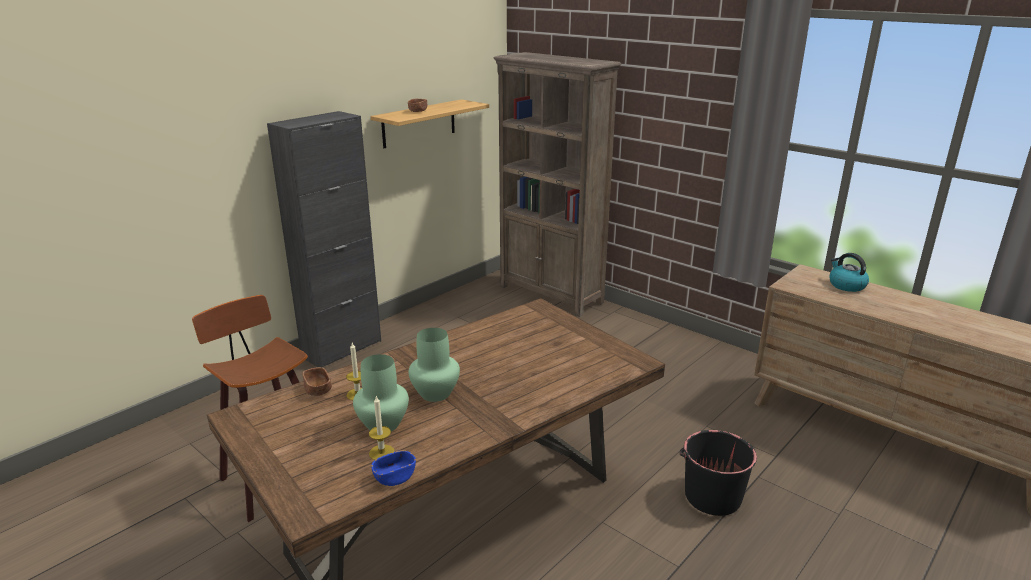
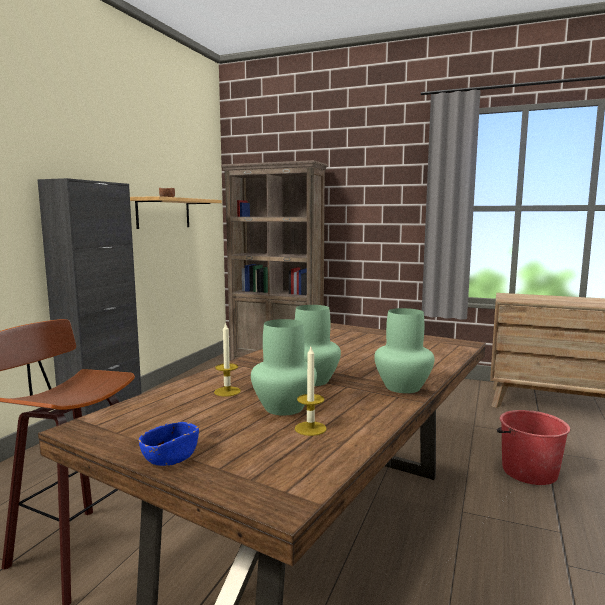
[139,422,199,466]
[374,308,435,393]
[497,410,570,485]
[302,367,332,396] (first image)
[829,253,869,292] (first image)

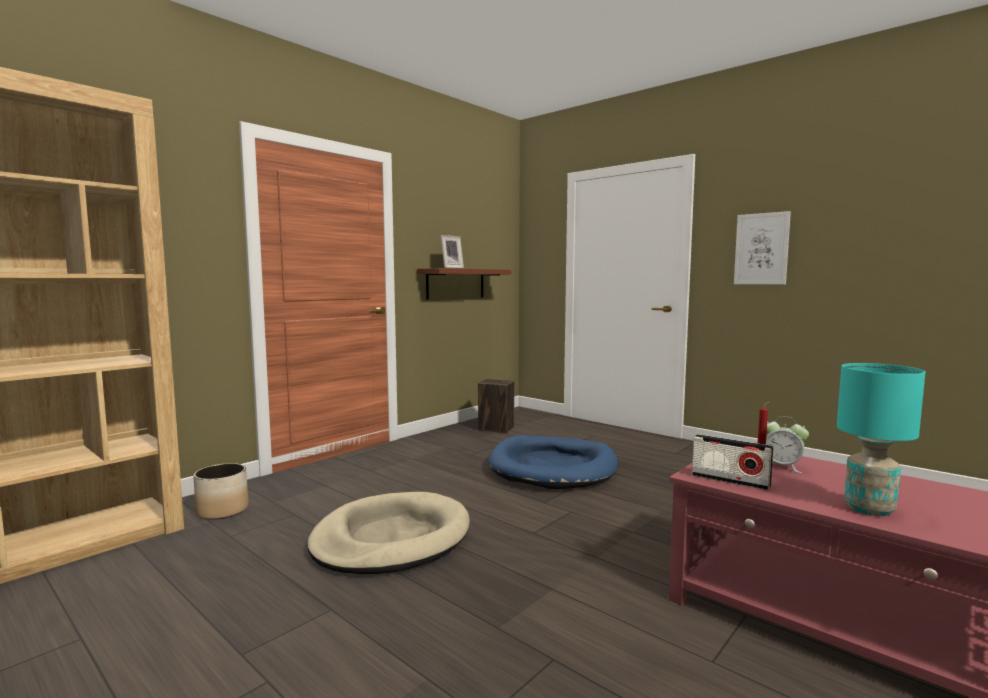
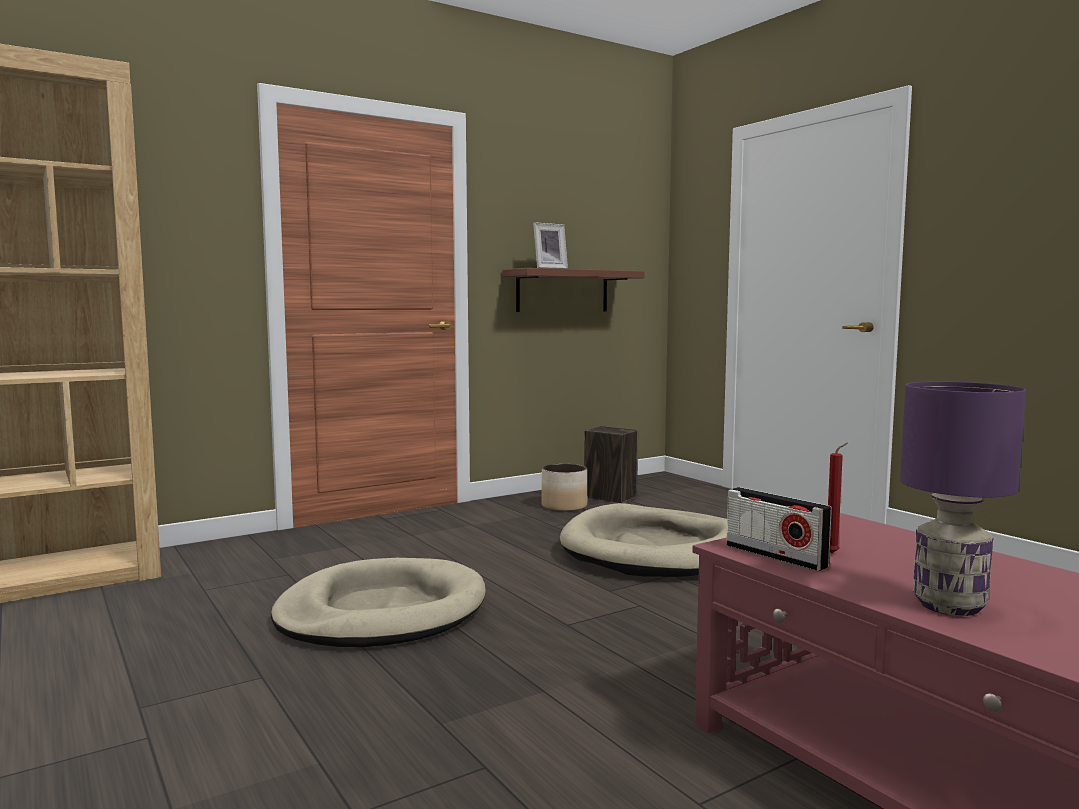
[541,463,587,512]
[560,503,727,577]
[900,382,1026,616]
[734,211,791,285] (first image)
[766,416,809,473] (first image)

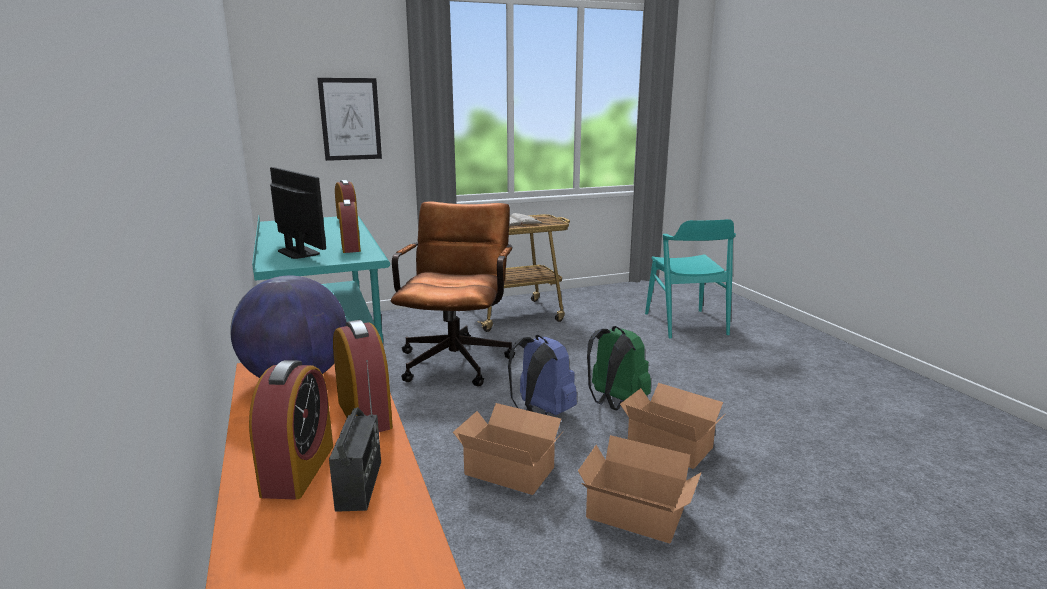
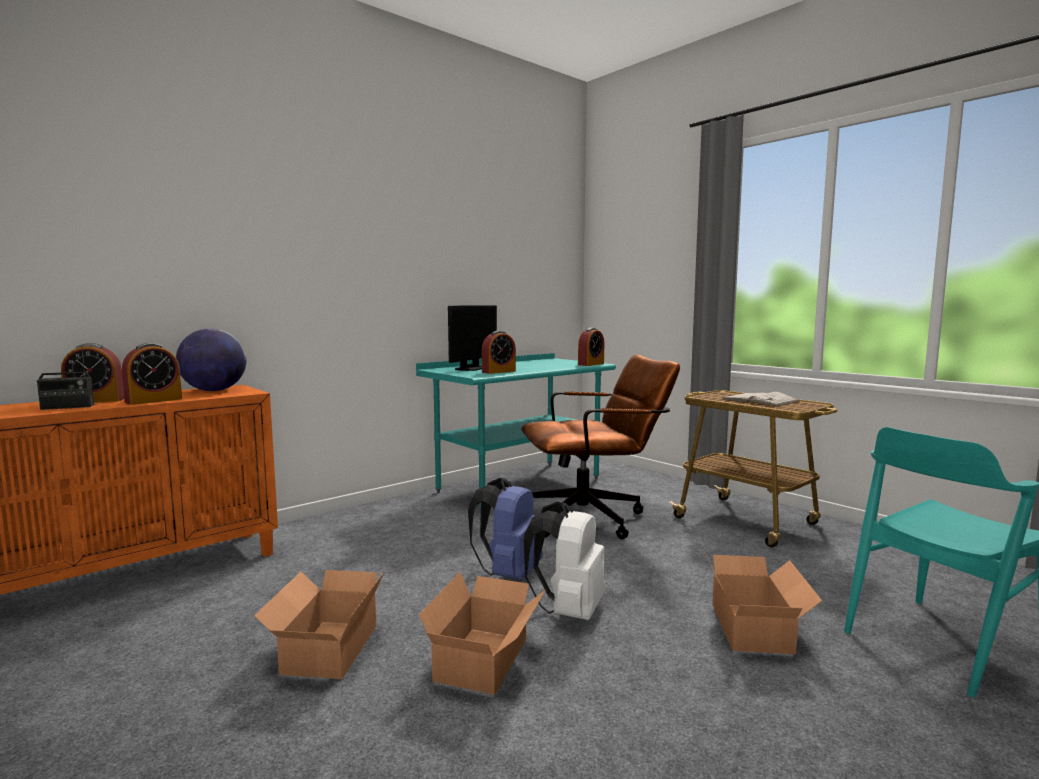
[524,502,606,620]
[705,554,822,654]
[317,78,382,161] (first image)

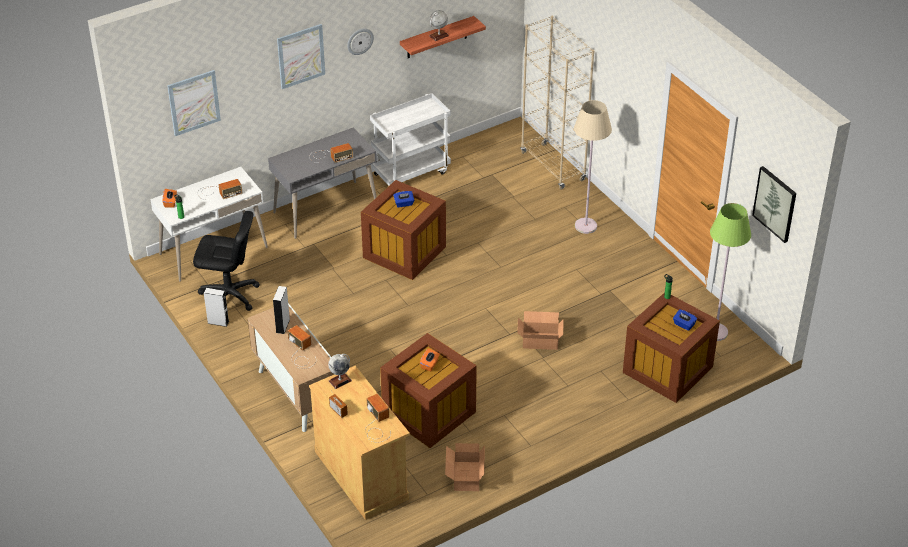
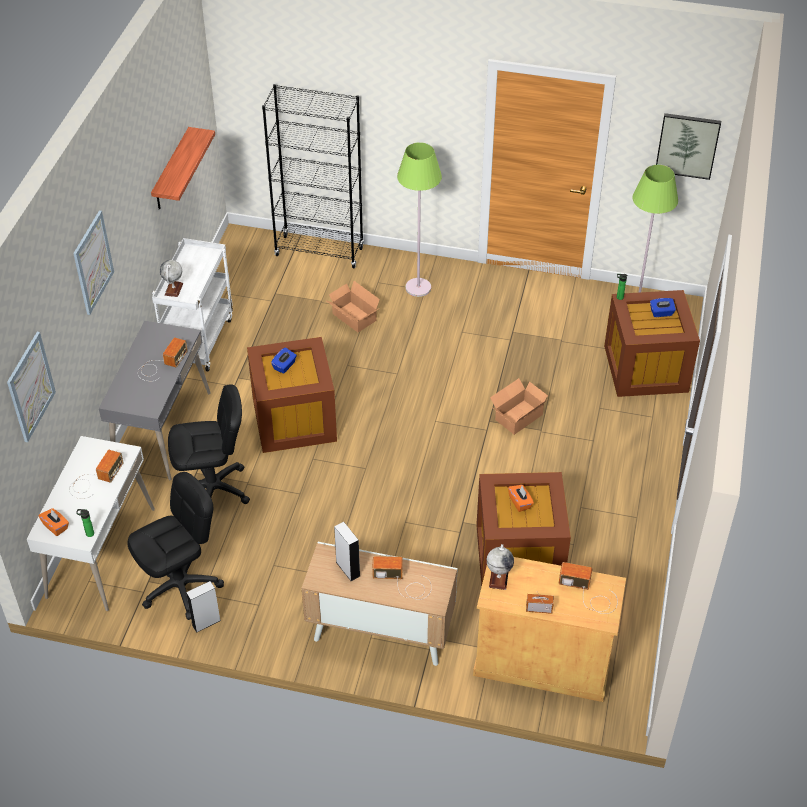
[160,260,183,297]
[168,384,250,504]
[262,84,364,268]
[325,281,380,332]
[397,142,442,297]
[347,28,374,55] (first image)

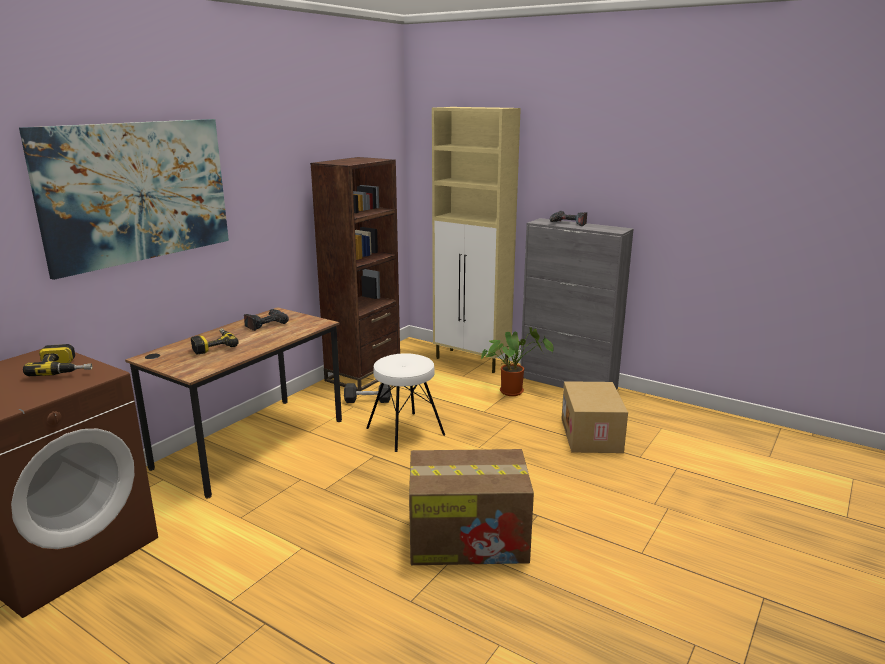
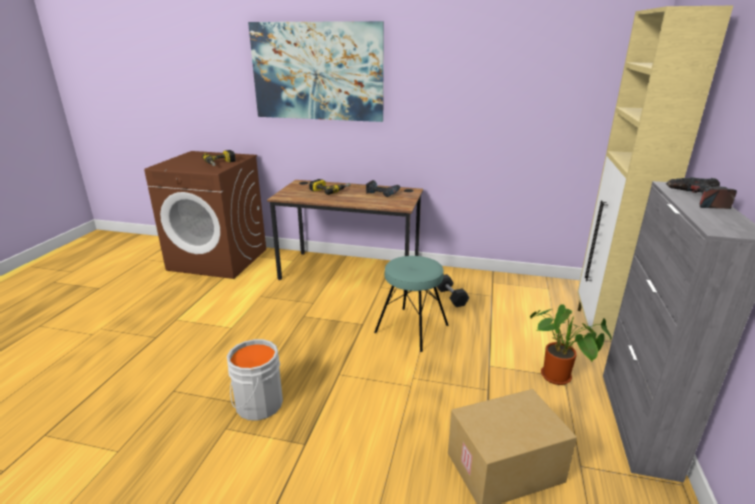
[227,339,283,421]
[374,256,449,352]
[310,157,400,391] (first image)

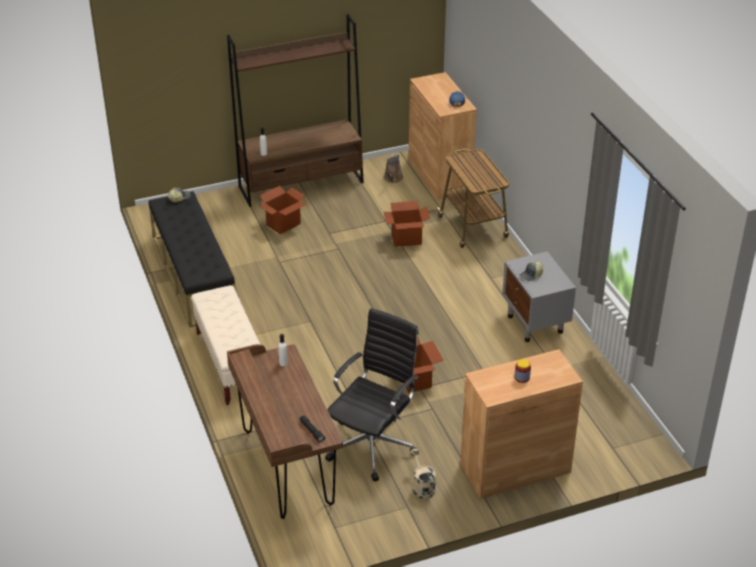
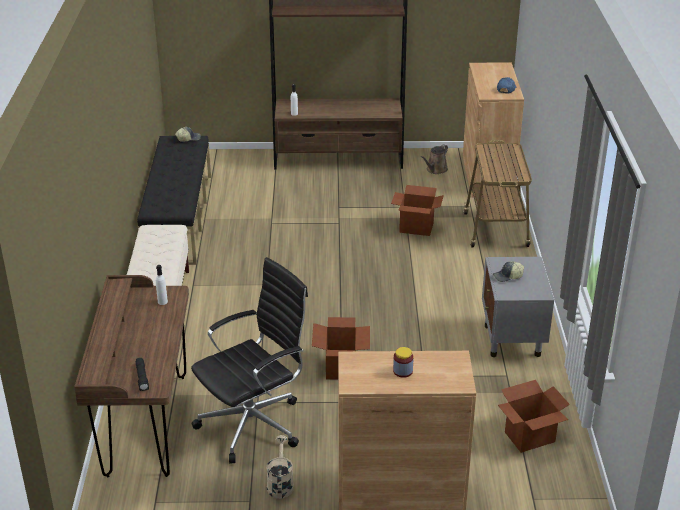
[498,380,570,453]

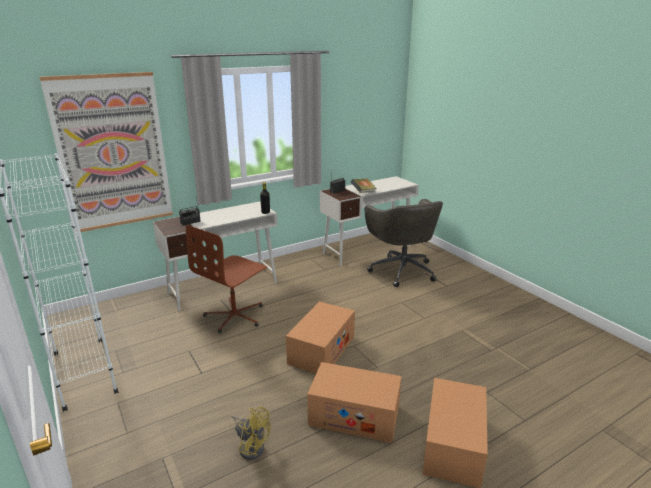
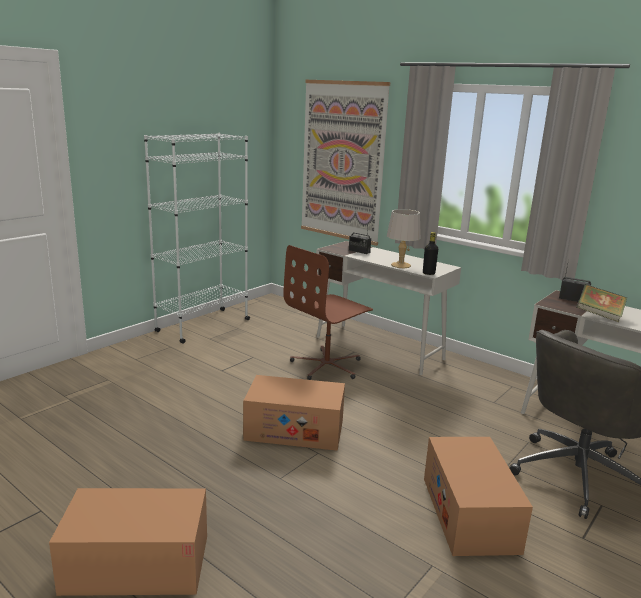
[283,245,373,380]
[387,209,421,268]
[424,437,533,556]
[231,407,271,460] (first image)

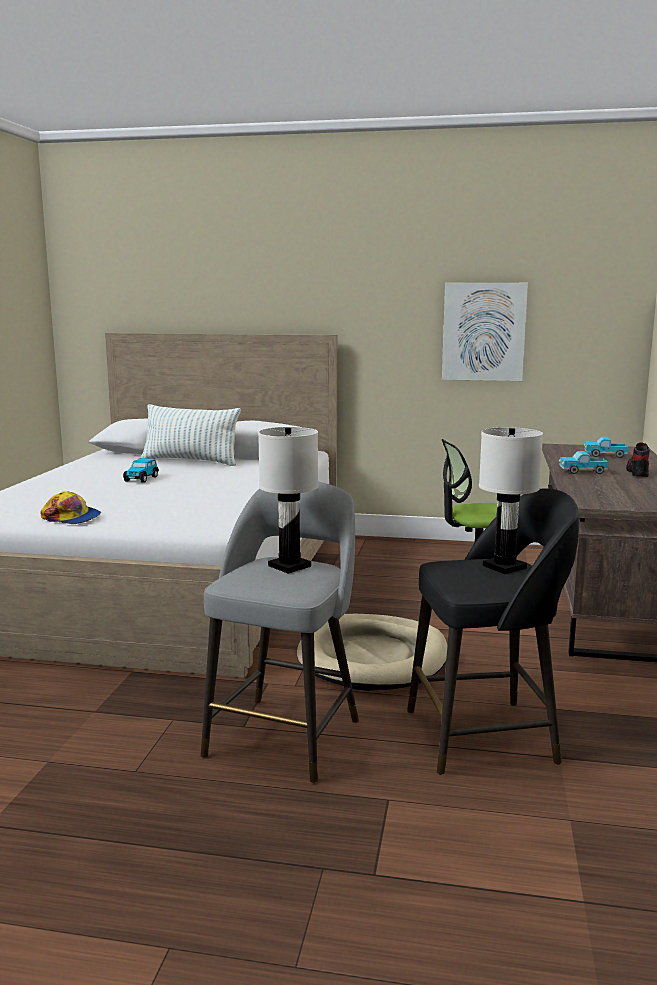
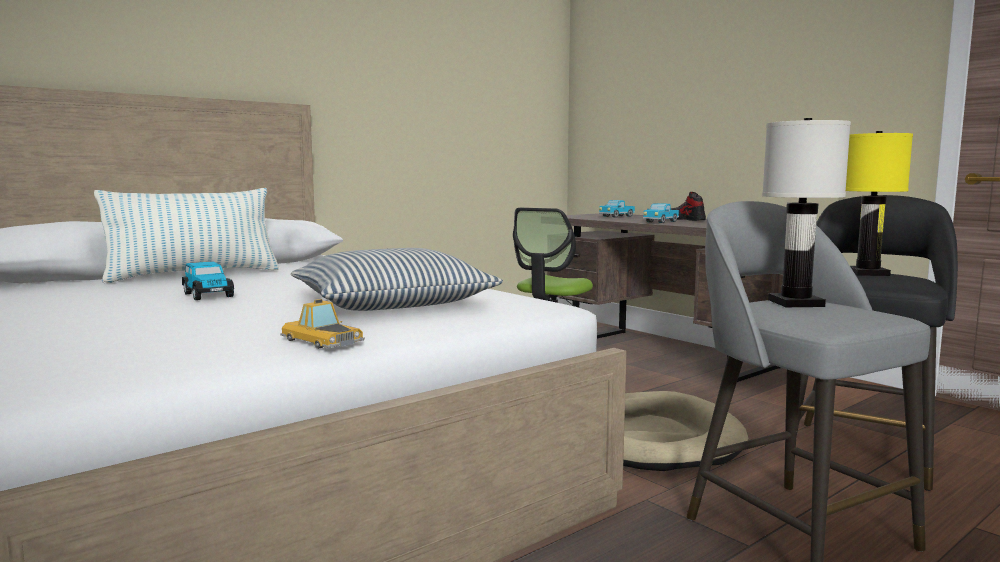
[280,299,365,349]
[291,248,503,311]
[846,131,913,276]
[442,283,528,381] (first image)

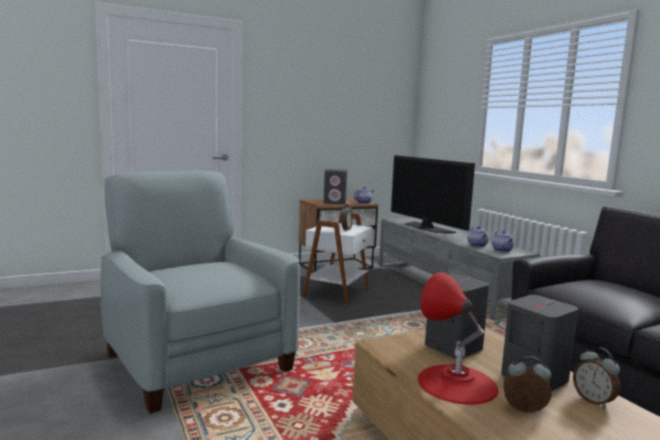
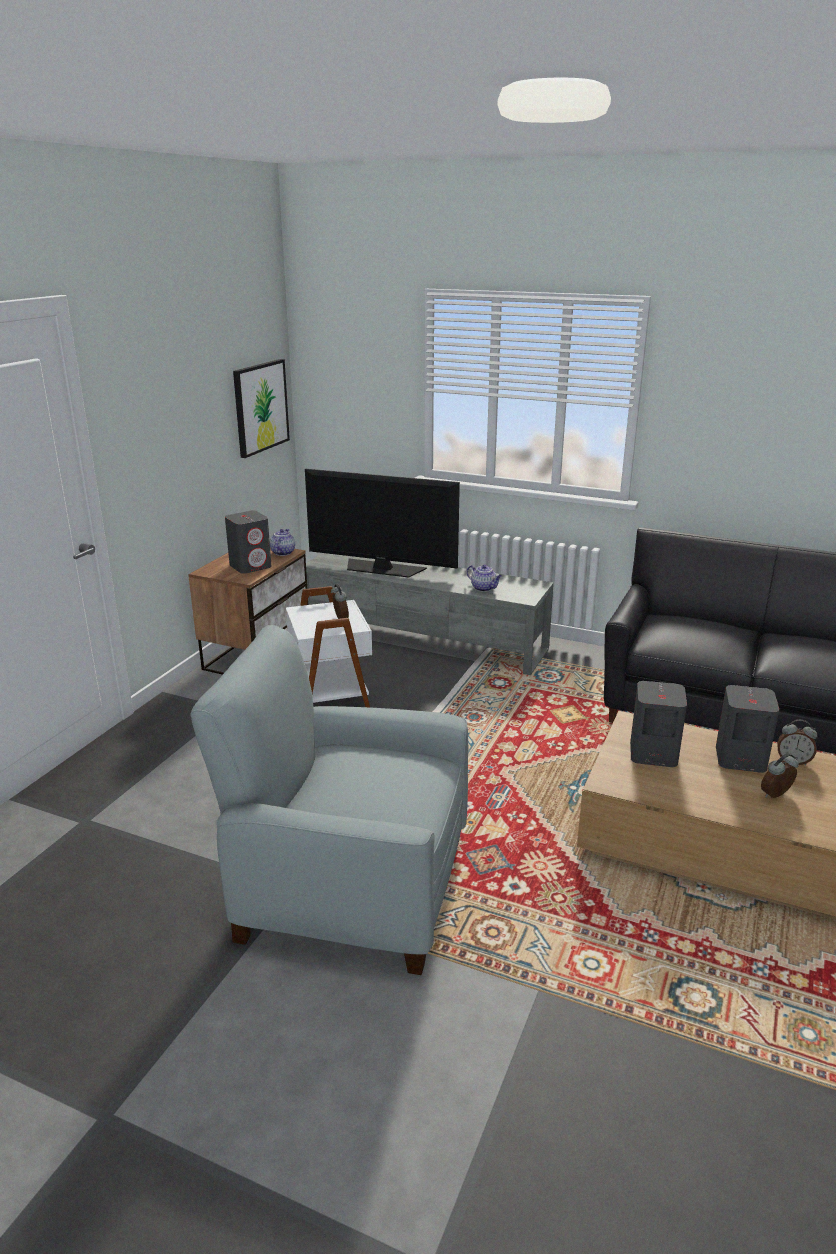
[233,359,290,458]
[418,272,498,405] (first image)
[492,230,514,252] (first image)

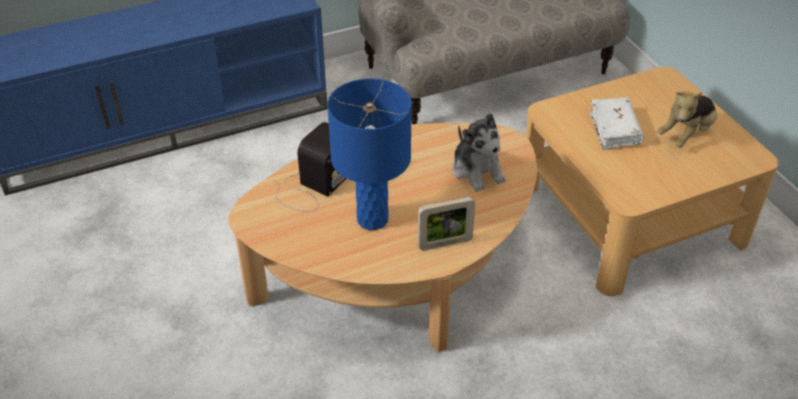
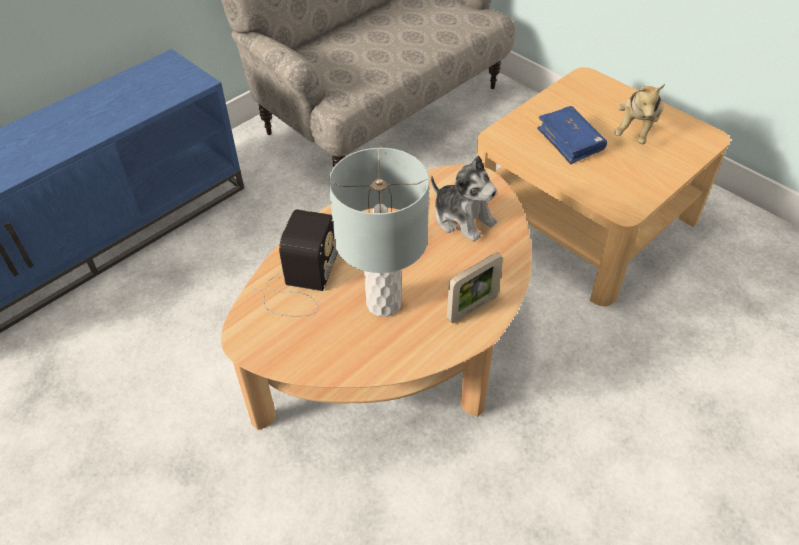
[329,148,429,317]
[537,106,607,164]

